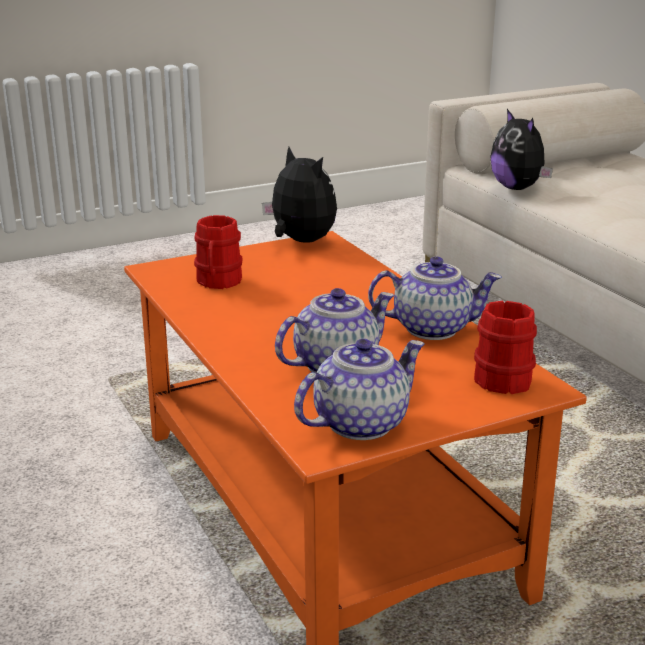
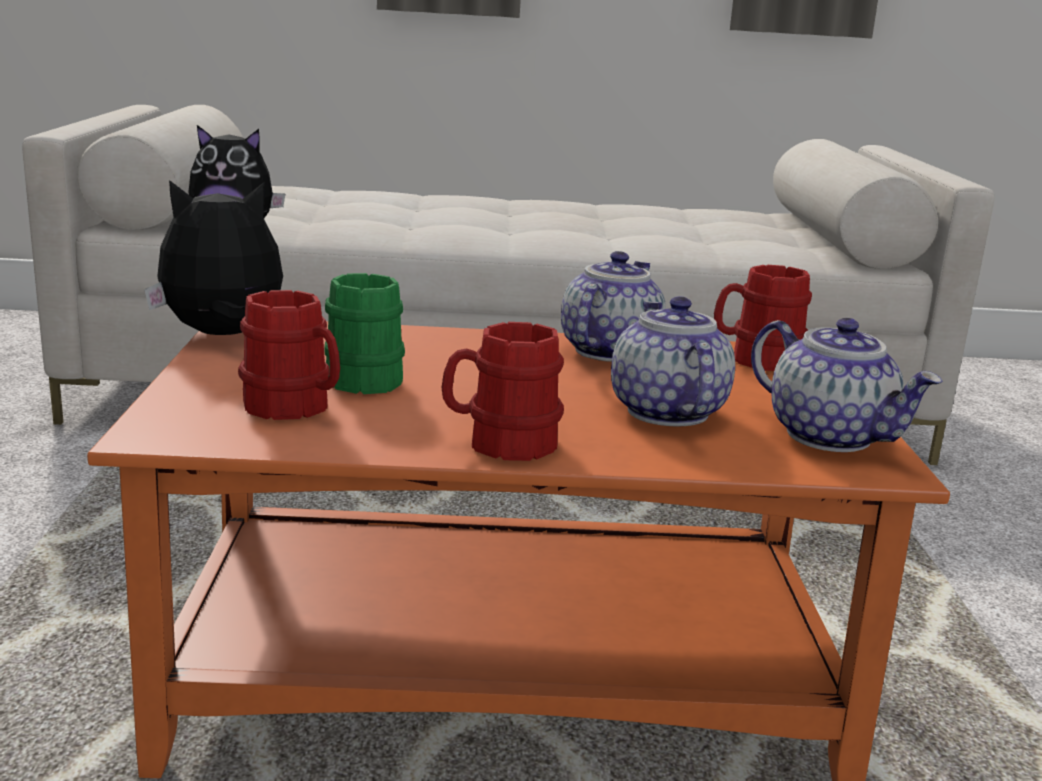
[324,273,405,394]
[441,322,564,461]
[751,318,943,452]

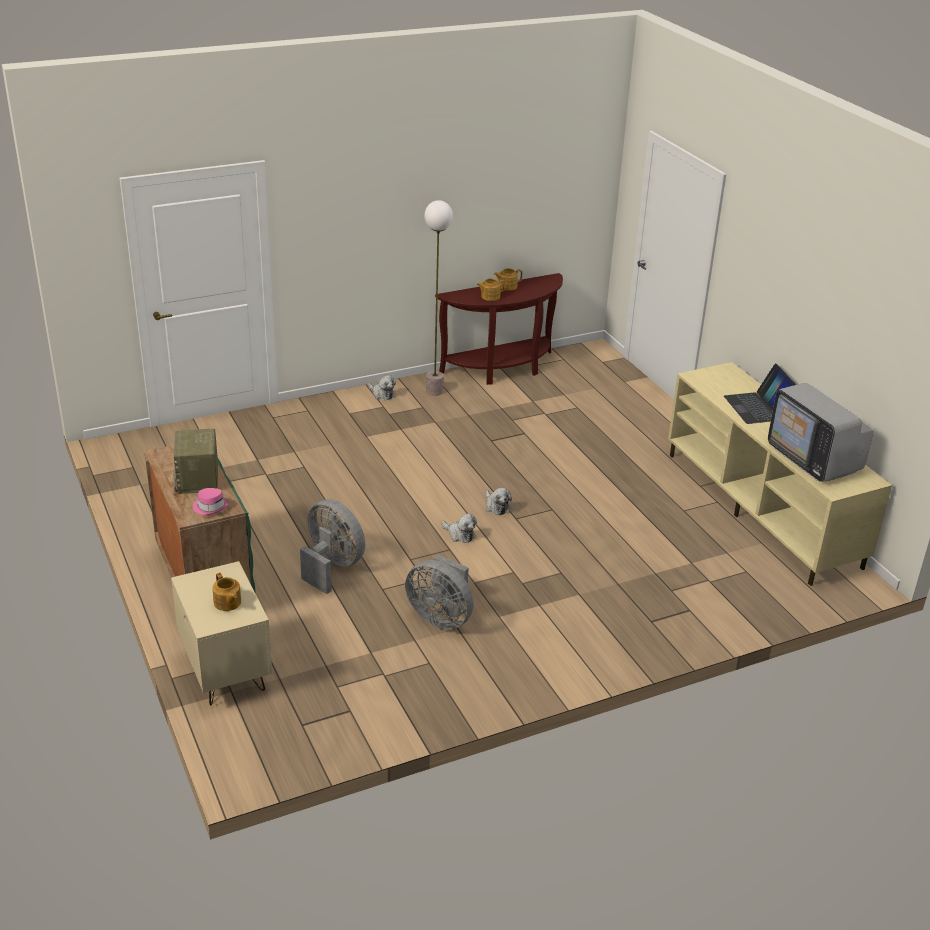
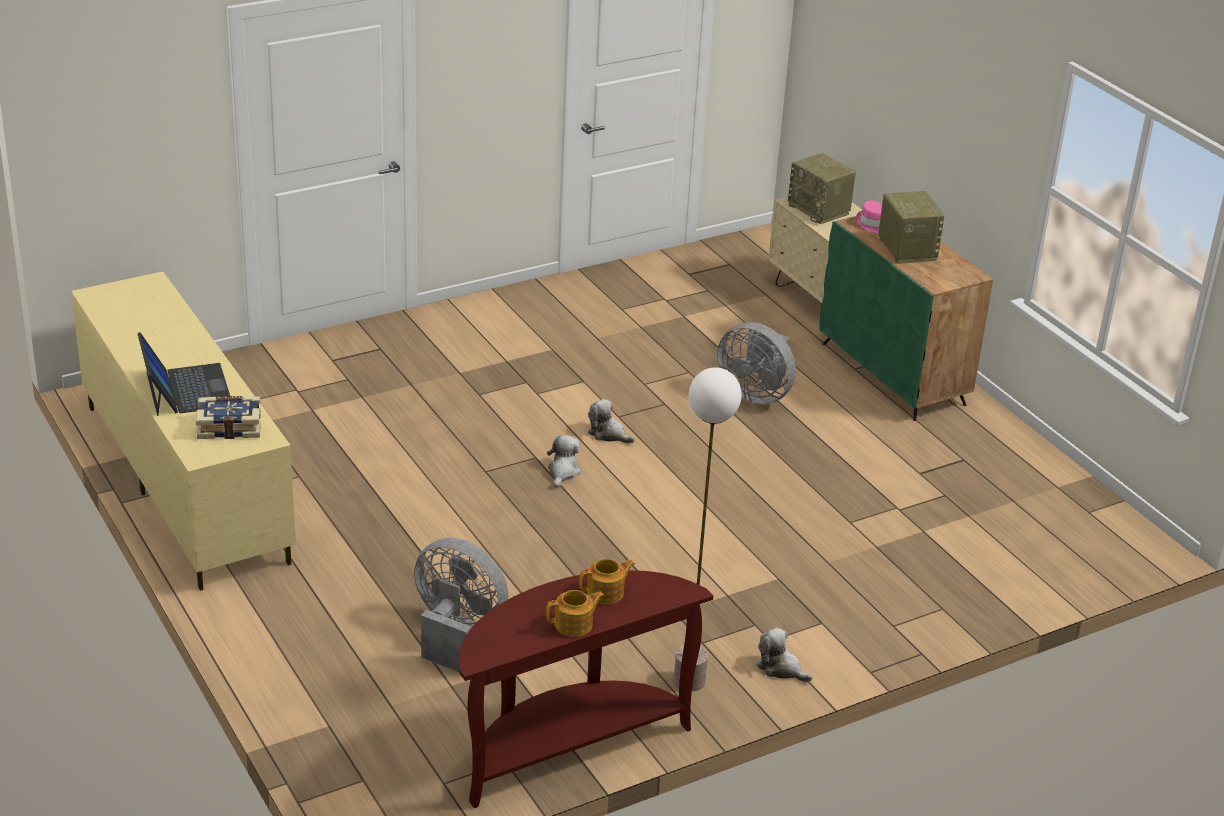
[196,396,261,439]
[414,538,509,672]
[547,435,581,488]
[788,153,856,224]
[768,383,873,482] (first image)

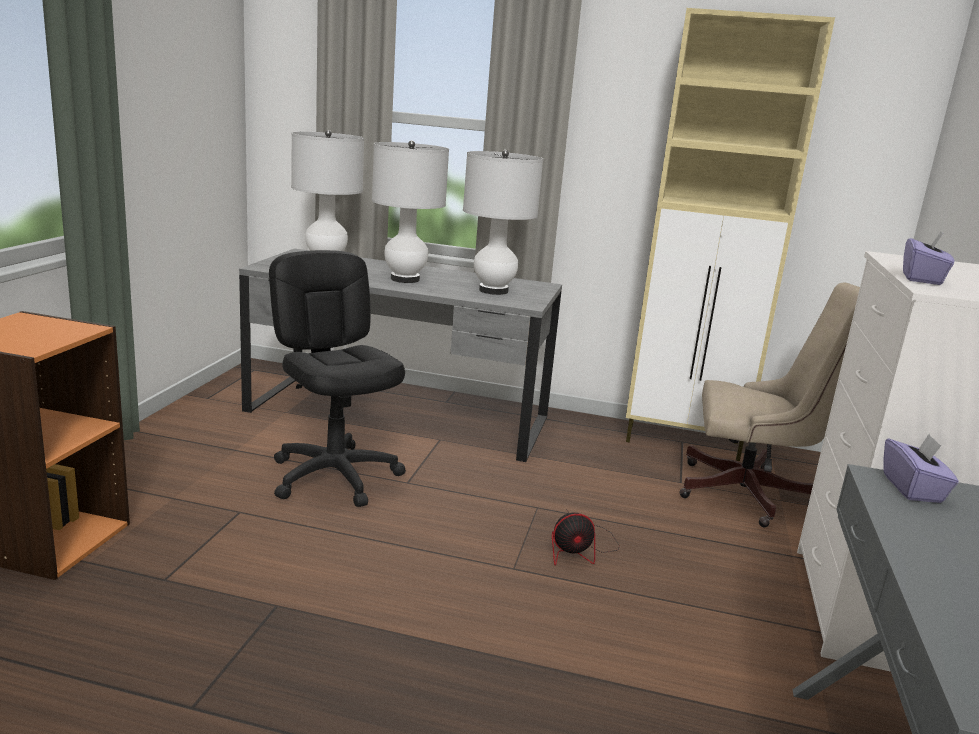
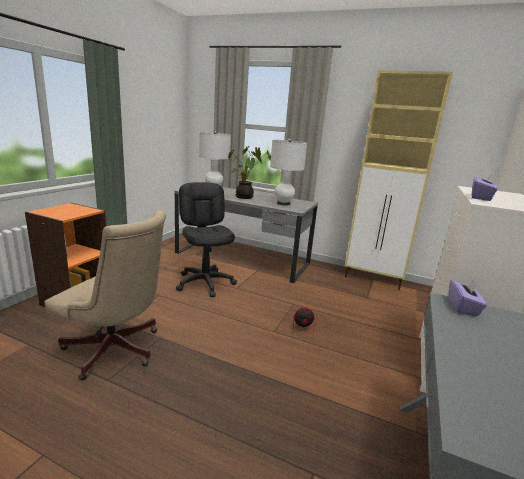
[45,210,166,381]
[228,146,271,199]

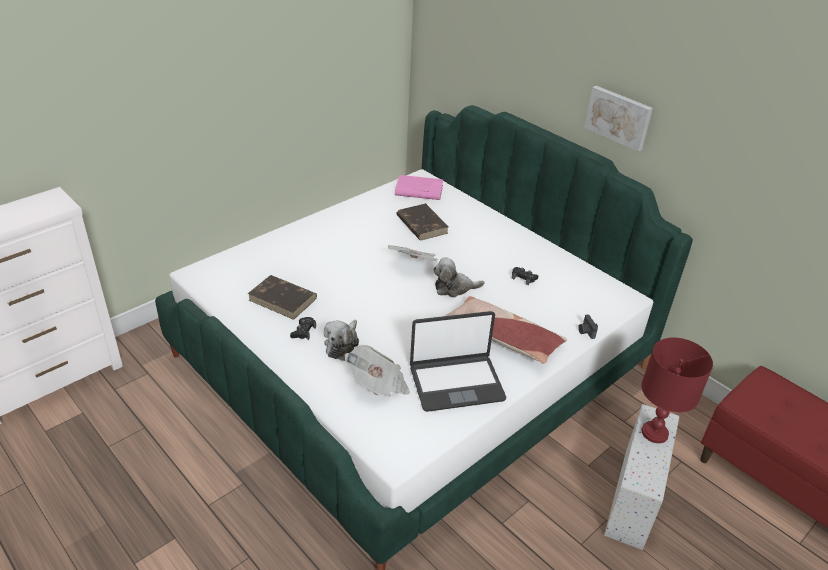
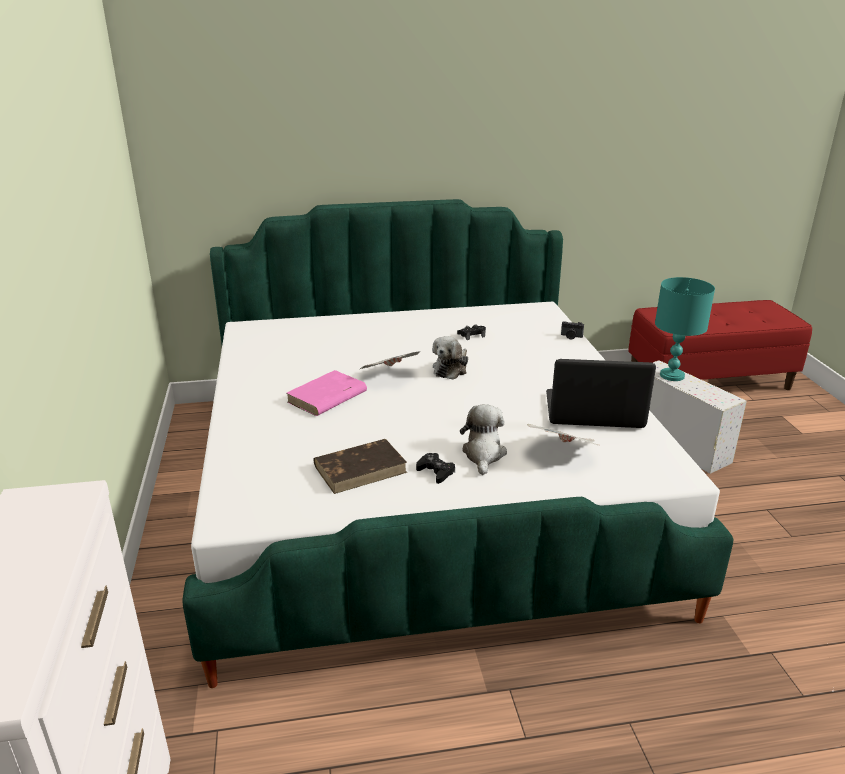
[287,370,367,416]
[460,404,507,475]
[546,359,656,428]
[655,277,715,381]
[396,203,449,240] (first image)
[445,296,567,364] (first image)
[584,86,653,151] (first image)

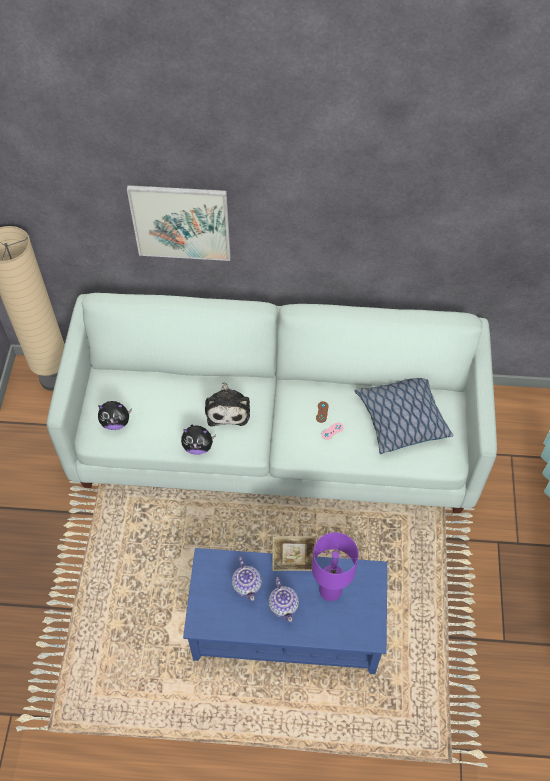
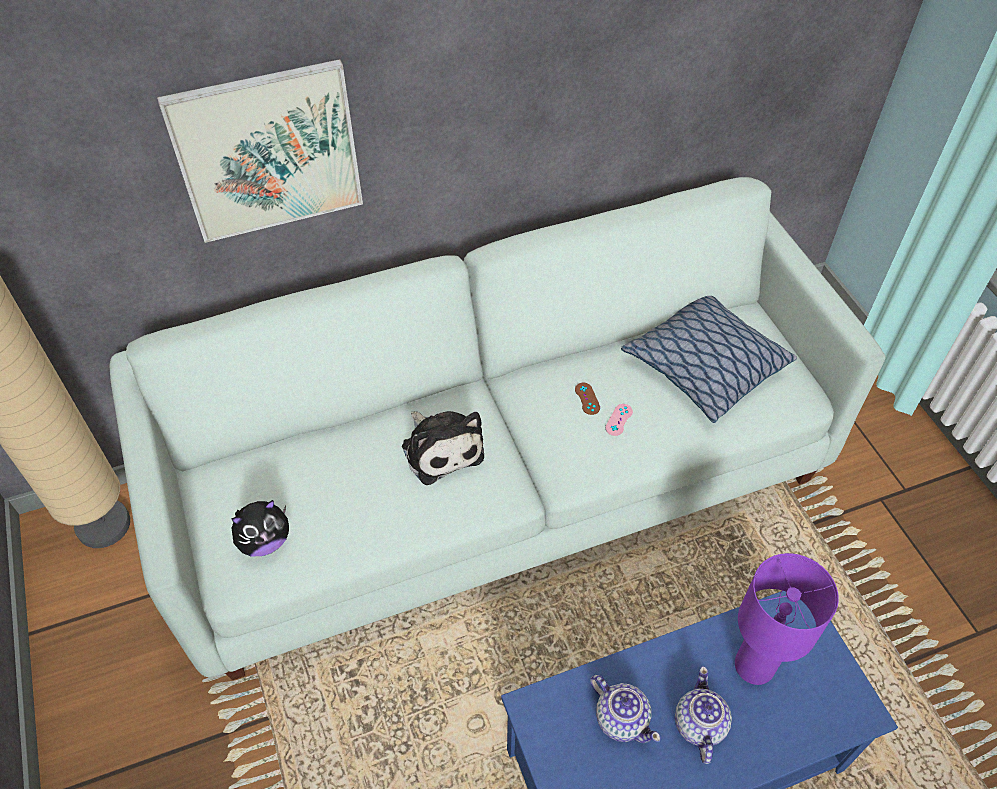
[675,666,732,764]
[181,424,216,455] (first image)
[272,536,316,571] (first image)

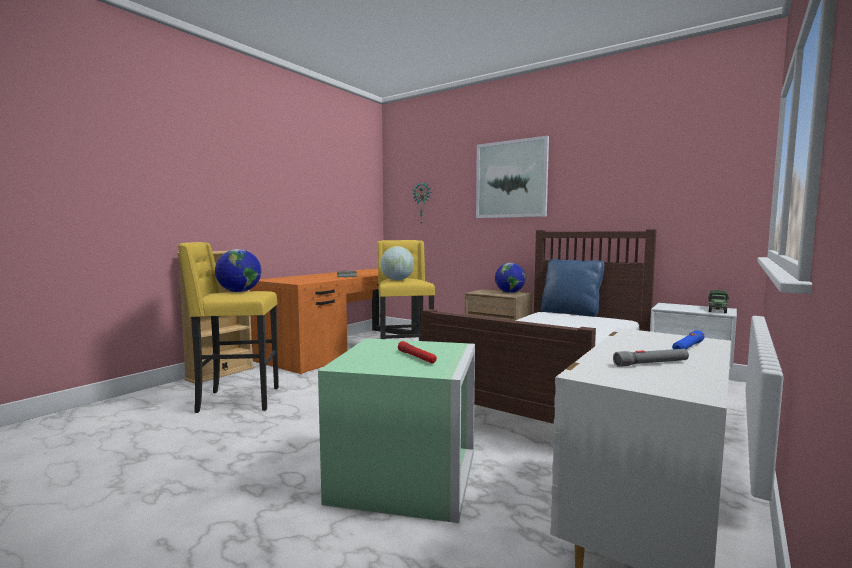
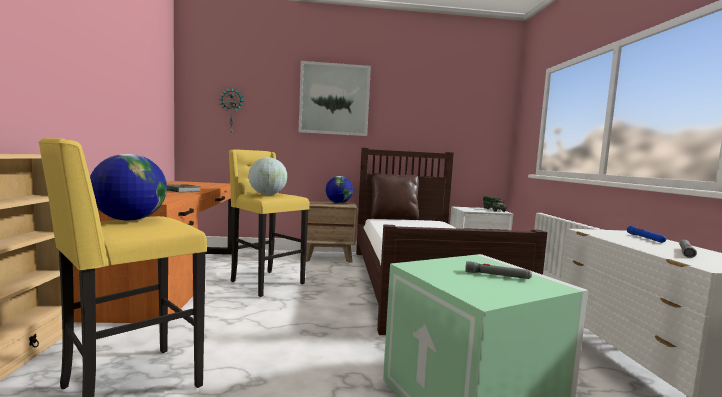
[371,173,419,220]
[465,261,532,279]

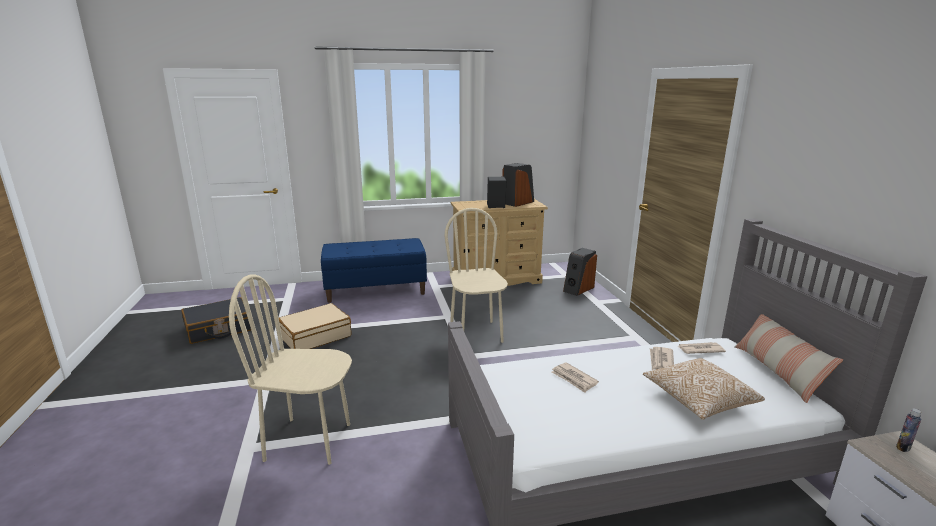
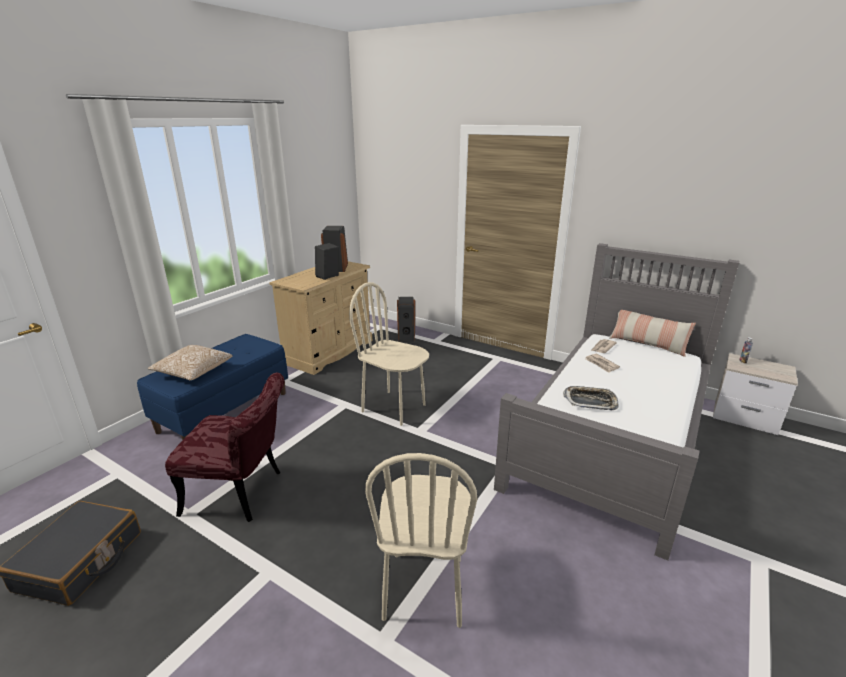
[148,345,232,381]
[165,373,284,522]
[365,453,477,628]
[563,386,619,410]

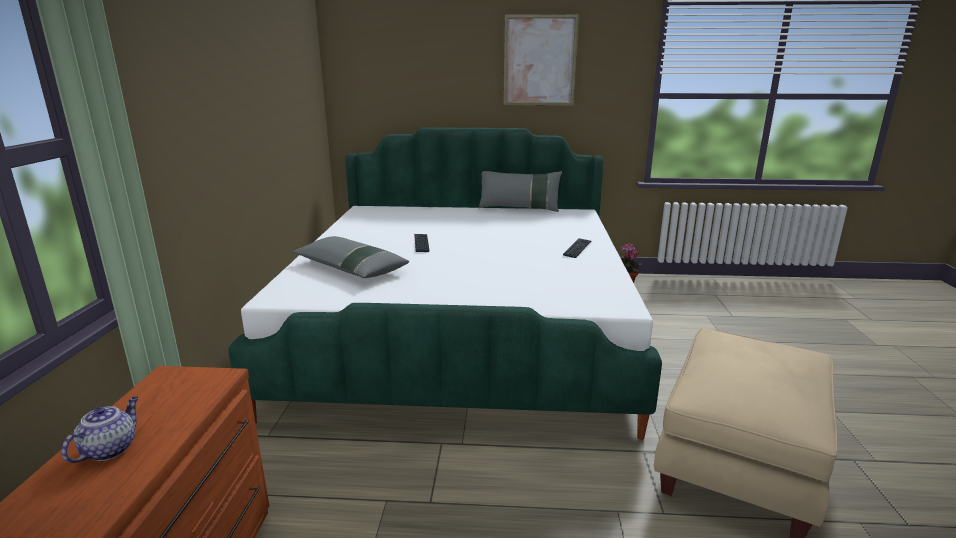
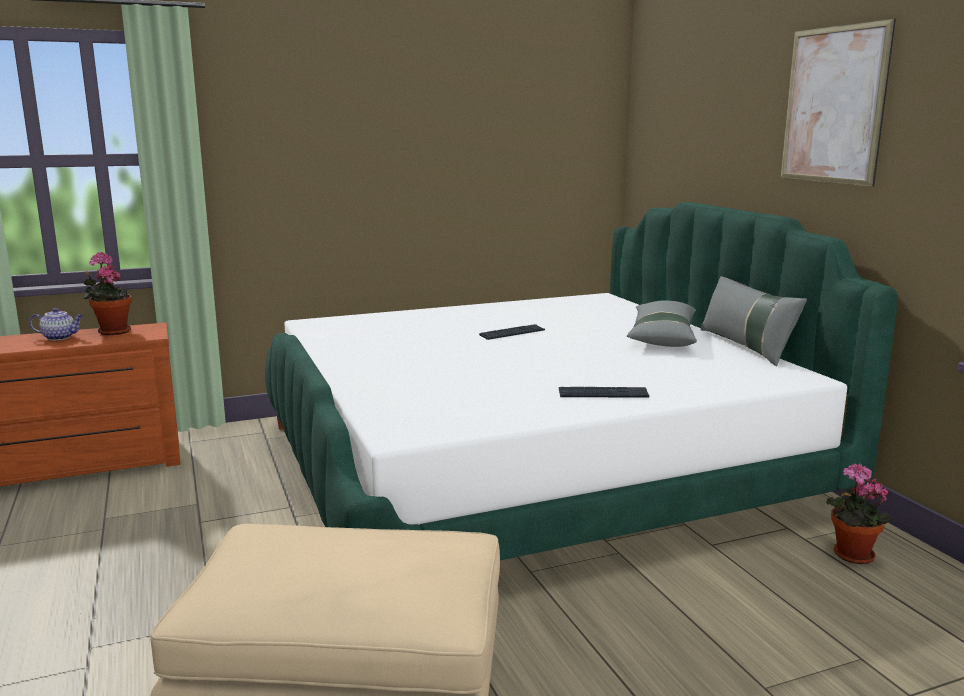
[84,252,132,335]
[627,301,697,347]

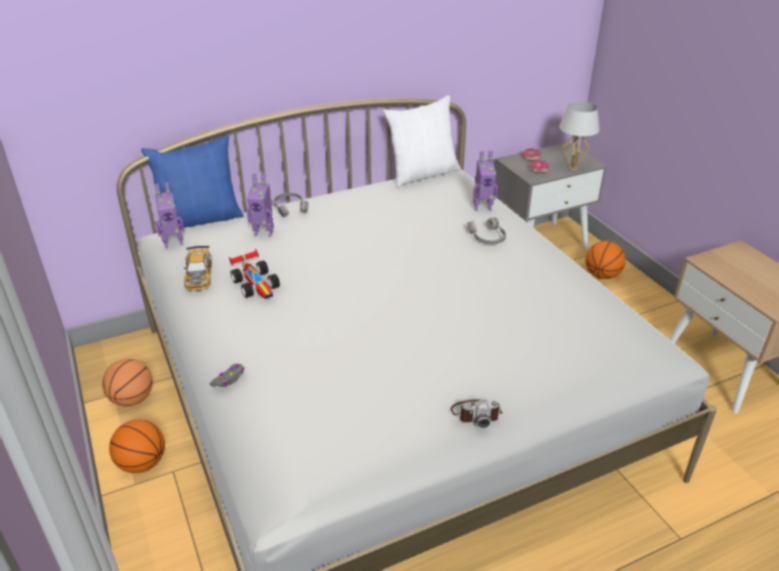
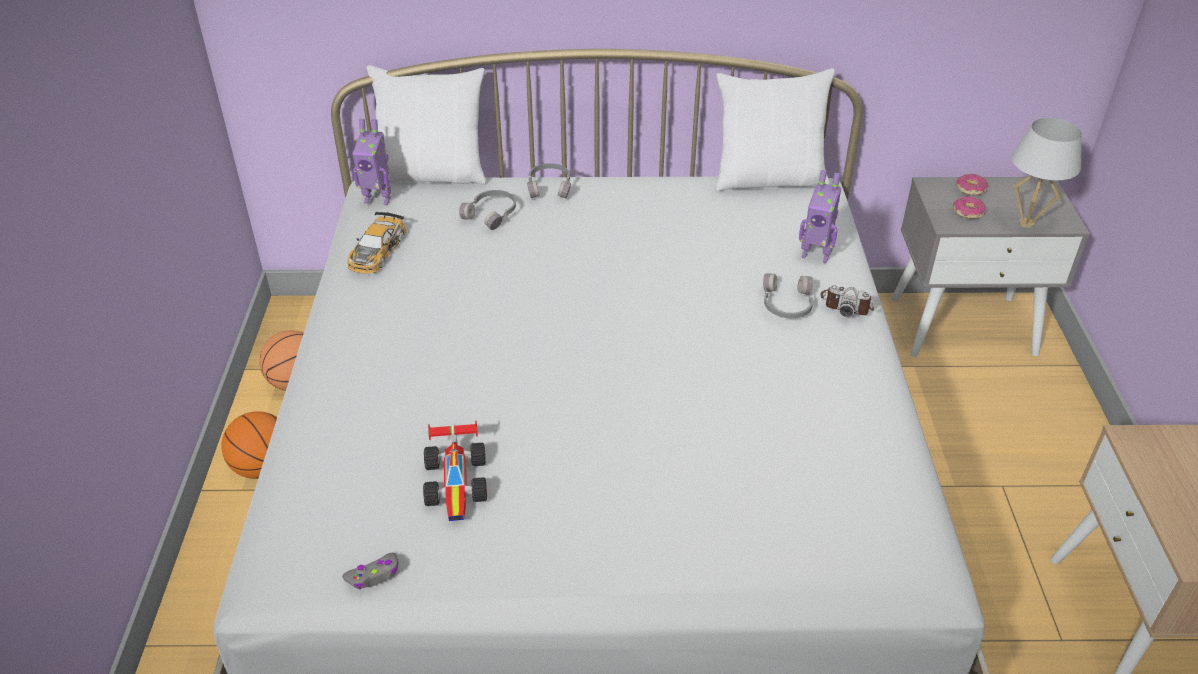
[342,553,399,589]
[367,65,486,185]
[423,420,487,521]
[459,190,516,230]
[820,285,874,317]
[586,241,626,279] (first image)

